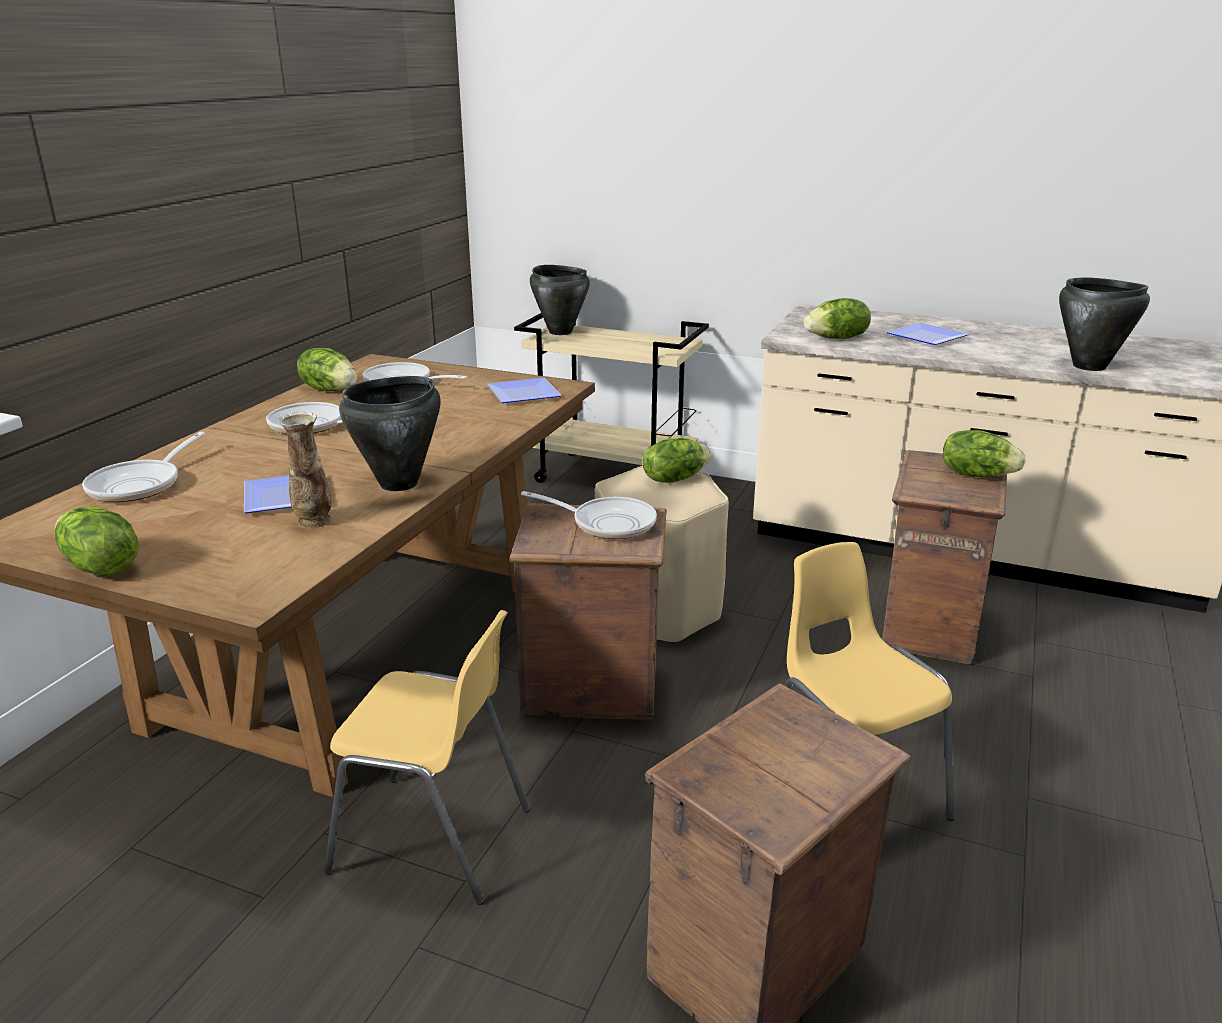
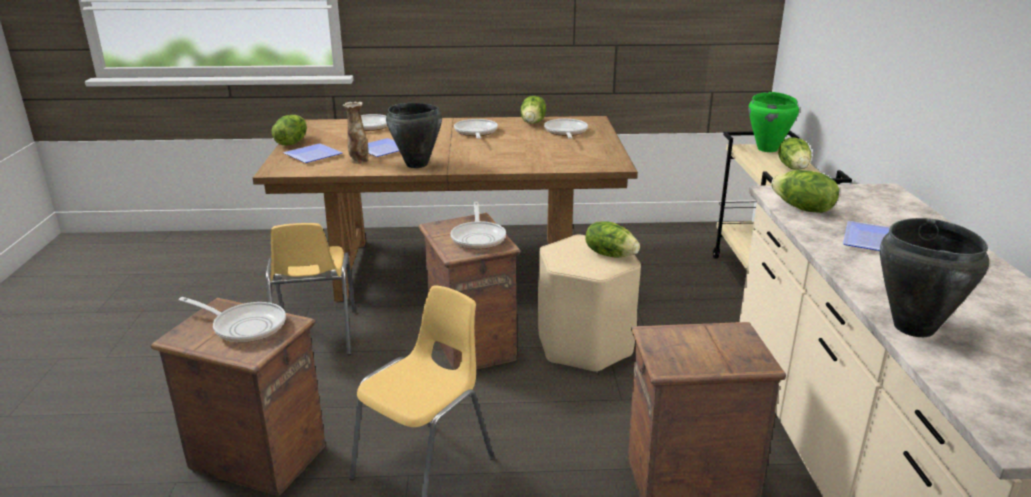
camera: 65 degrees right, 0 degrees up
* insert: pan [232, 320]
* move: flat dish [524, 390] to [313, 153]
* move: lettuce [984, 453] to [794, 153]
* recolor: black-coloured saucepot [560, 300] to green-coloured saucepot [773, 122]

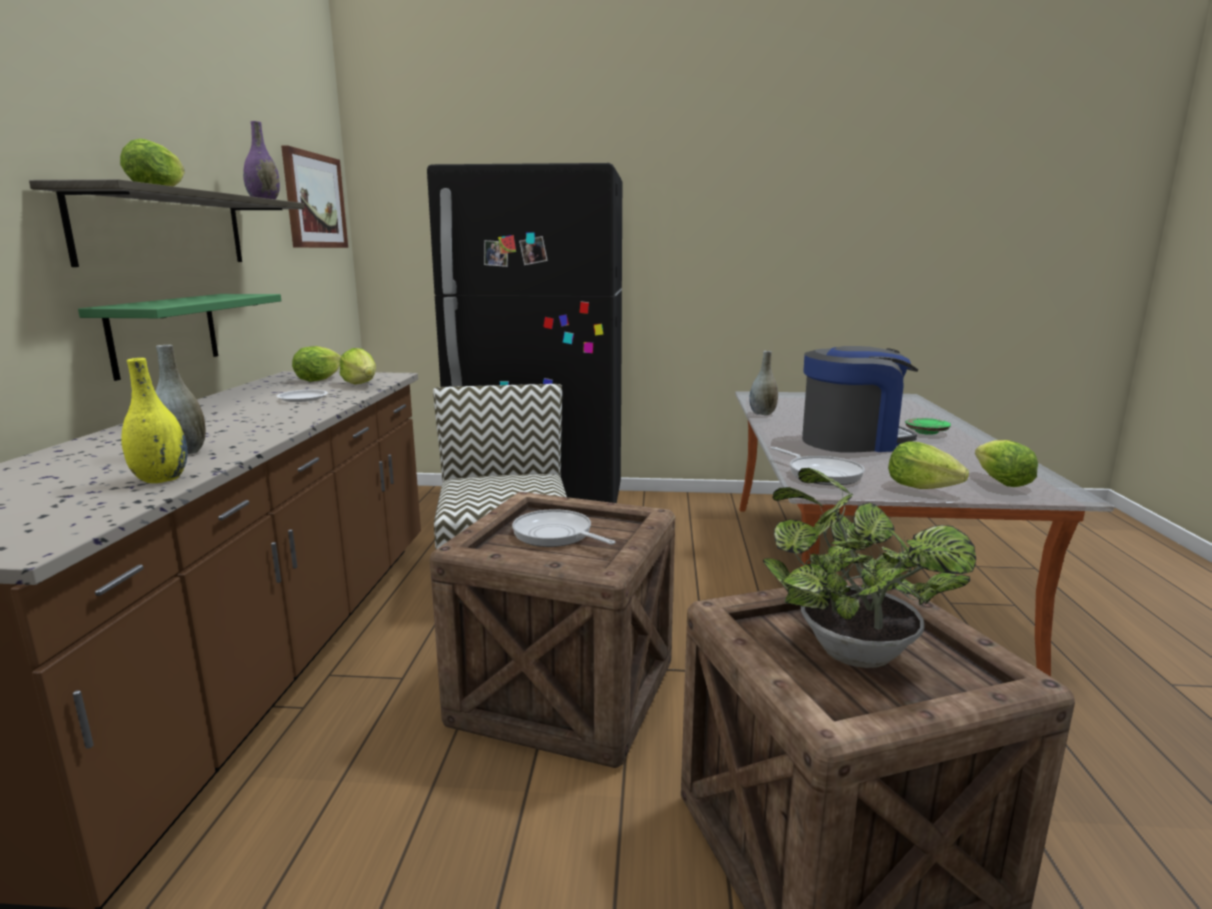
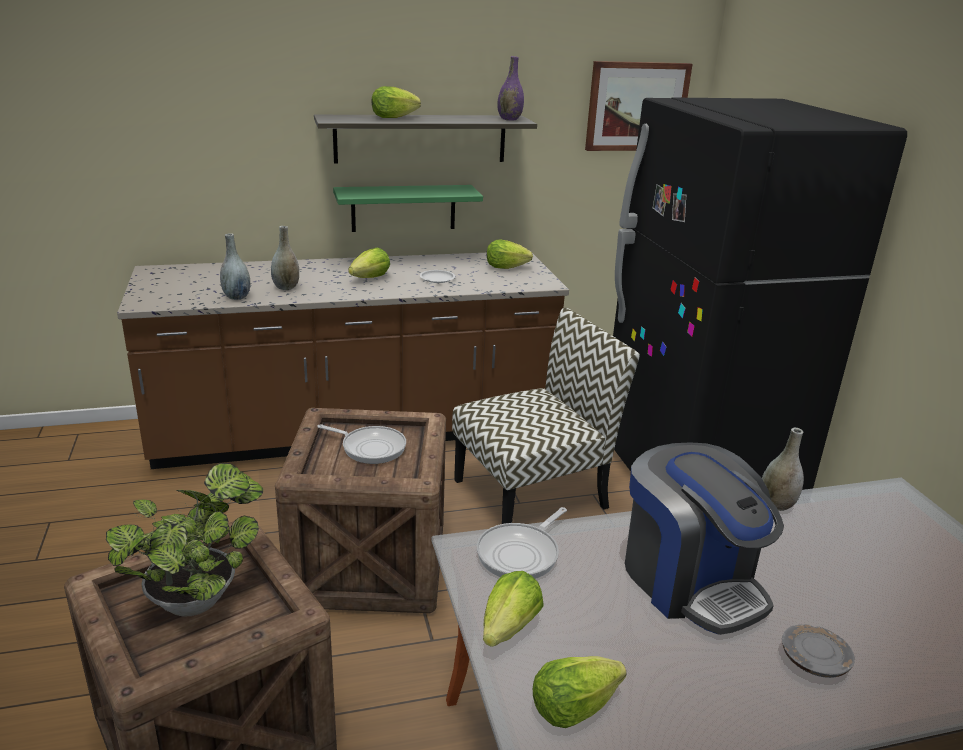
camera: 70 degrees right, 10 degrees up
* move: lettuce [358, 366] to [369, 262]
* recolor: yellowish decorative vase [154, 420] to greyish decorative vase [235, 266]
* recolor: green-coloured flat dish [928, 426] to greyish flat dish [818, 651]
* rotate: pan [564, 528] = [361, 444] 90 degrees clockwise

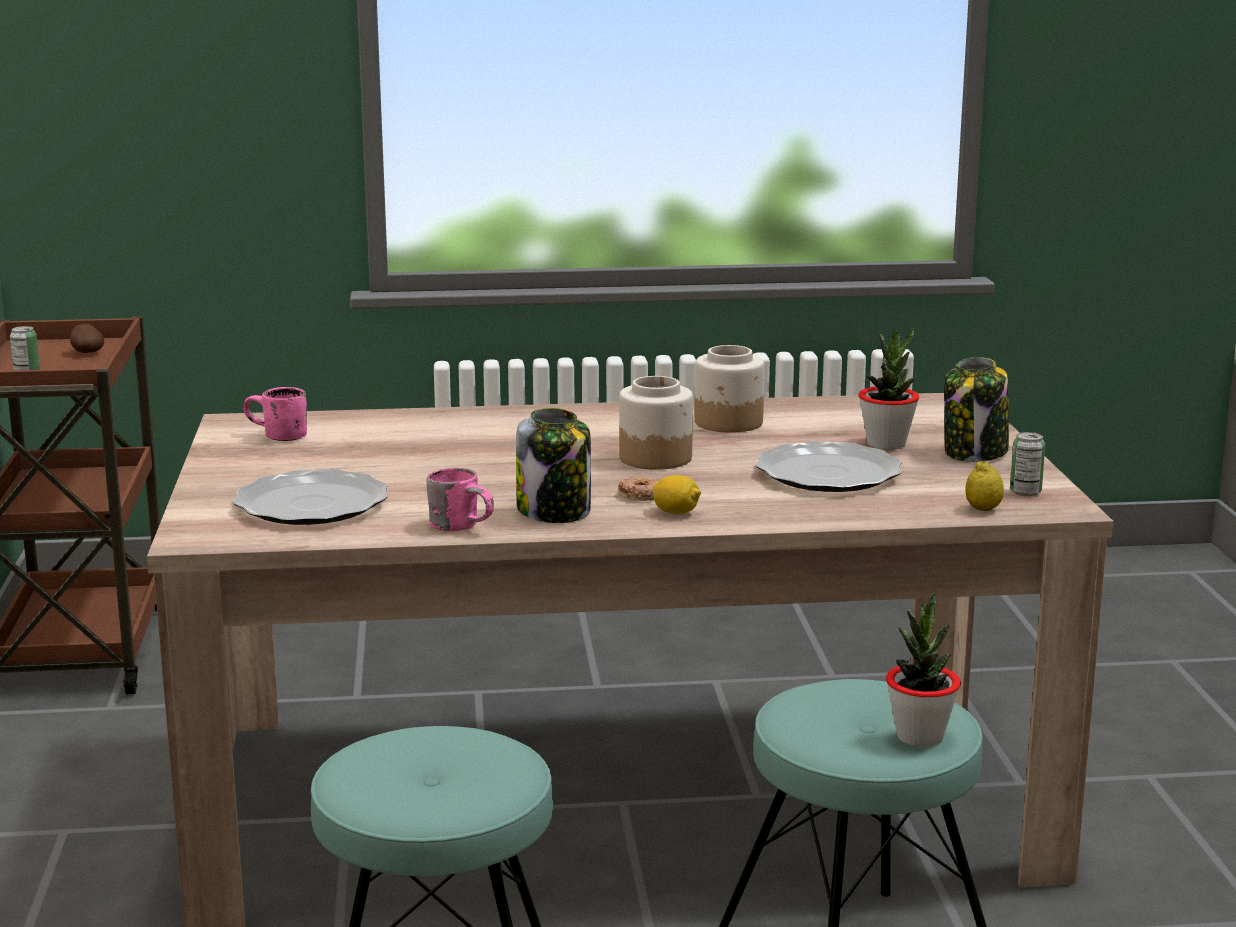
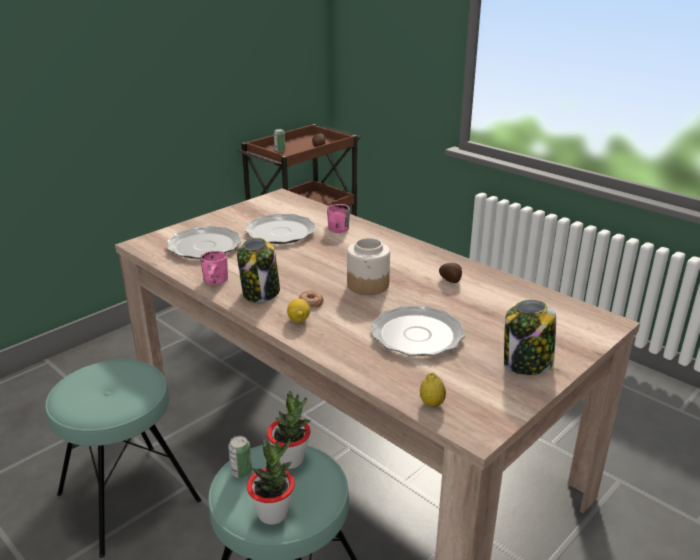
camera: 50 degrees right, 10 degrees up
* insert: flat dish [280, 229]
* move: pink tea mug [275, 414] to [338, 218]
* move: houseplant [889, 389] to [288, 429]
* move: can [1027, 464] to [240, 457]
* replace: storage jar [730, 389] to potato [450, 273]

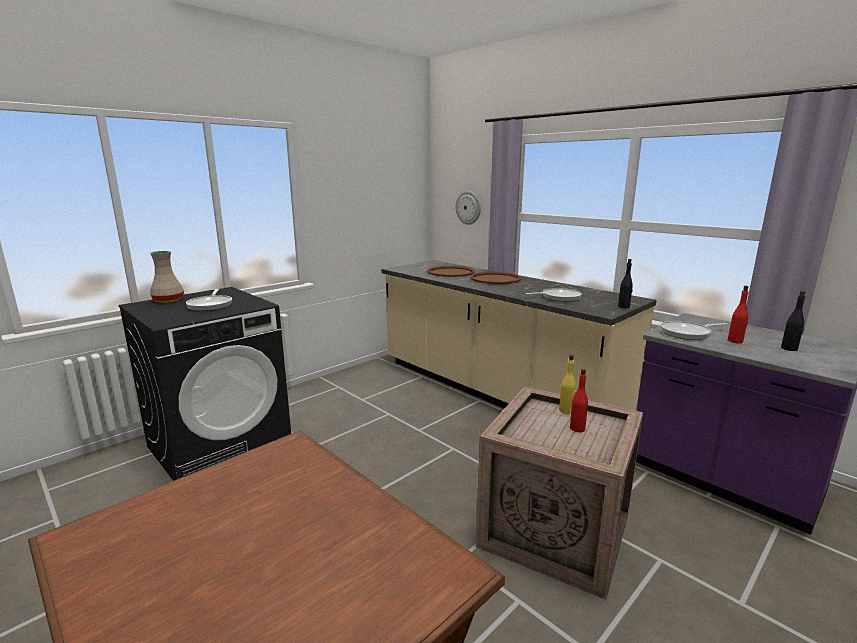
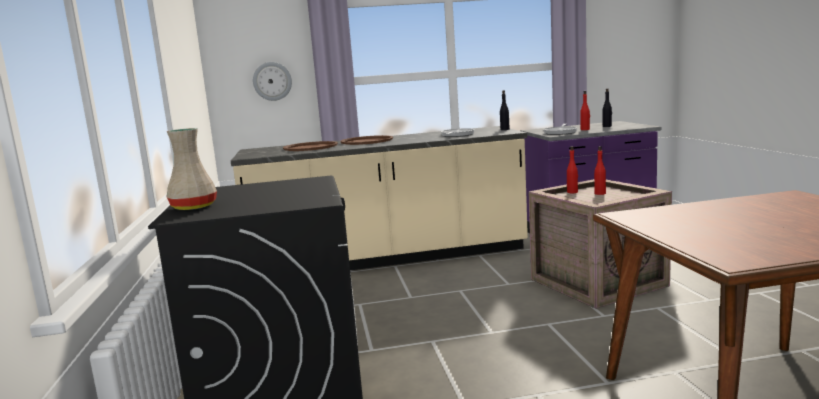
camera: 55 degrees left, 5 degrees down
* delete: pan [209, 300]
* recolor: yellowish beverage bottle [567, 384] to red-coloured beverage bottle [572, 169]

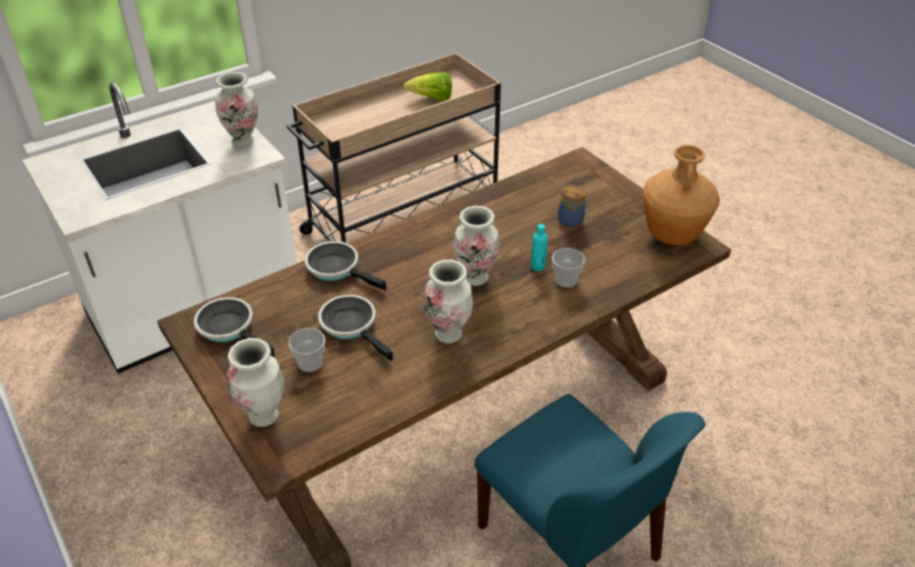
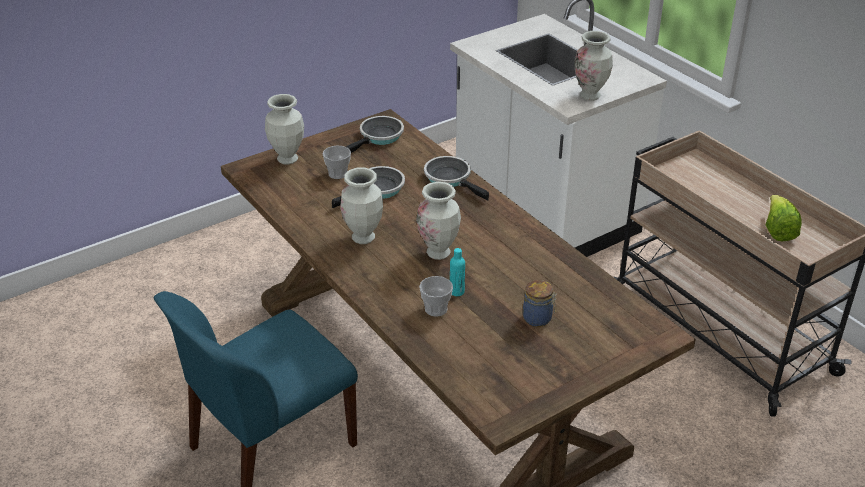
camera: 90 degrees right, 5 degrees down
* delete: brownish decorative vase [681, 195]
* rotate: pan [345, 265] = [456, 178] 75 degrees counterclockwise

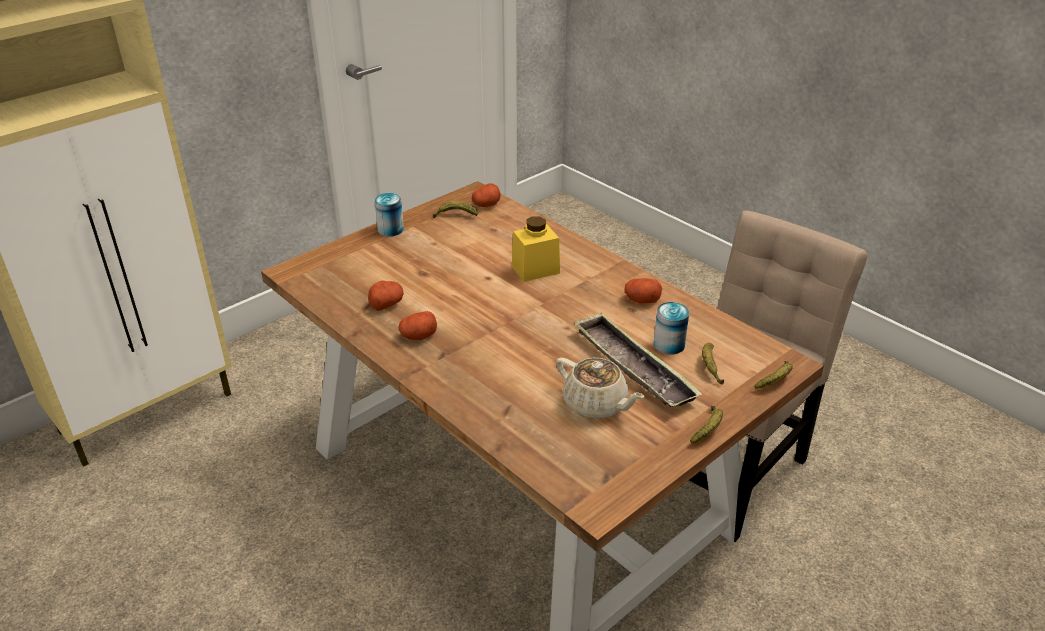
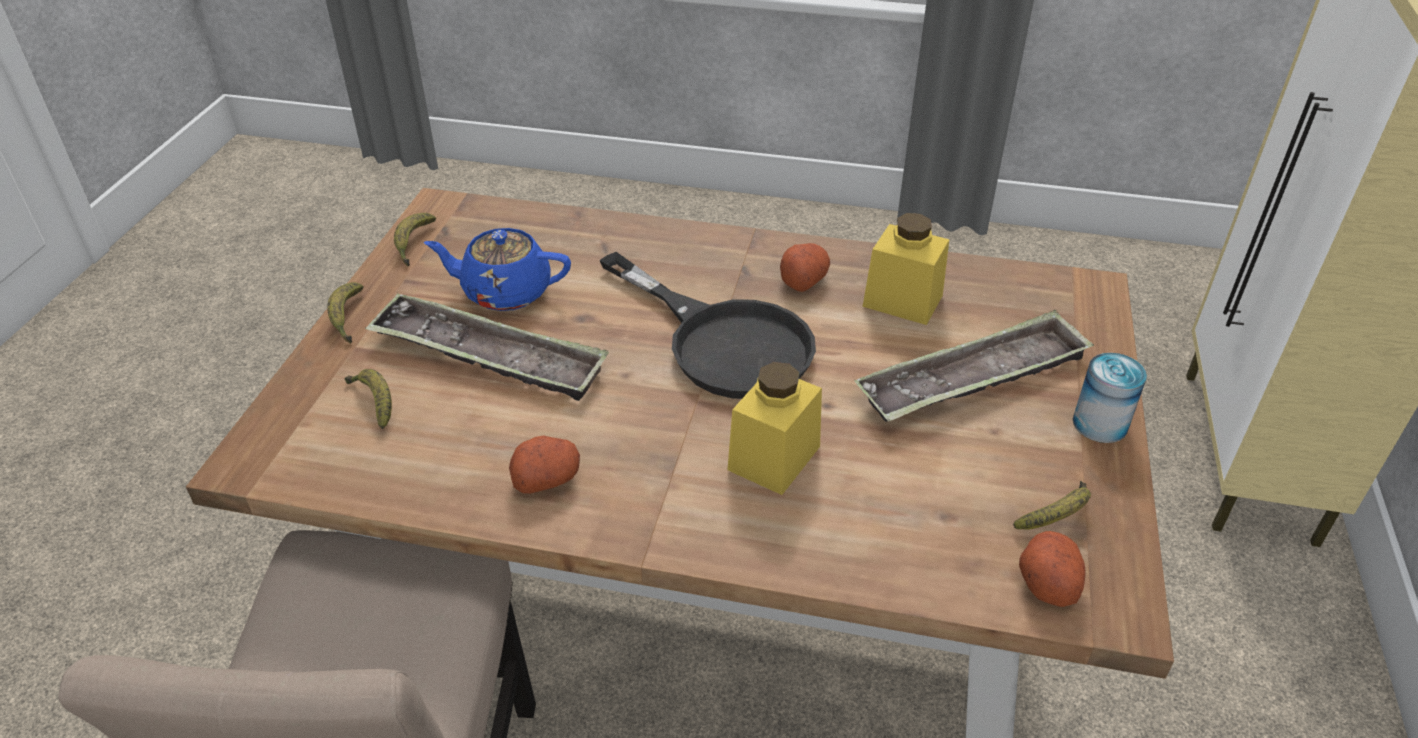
camera: 145 degrees right, 5 degrees up
* delete: can [671, 328]
* insert: black-coloured pan [708, 325]
* insert: carrying tray [974, 366]
* move: banana [773, 375] to [415, 239]
* replace: potato [386, 296] to yellowish storage jar [905, 269]
* recolor: beige teapot [600, 388] to blue teapot [497, 269]

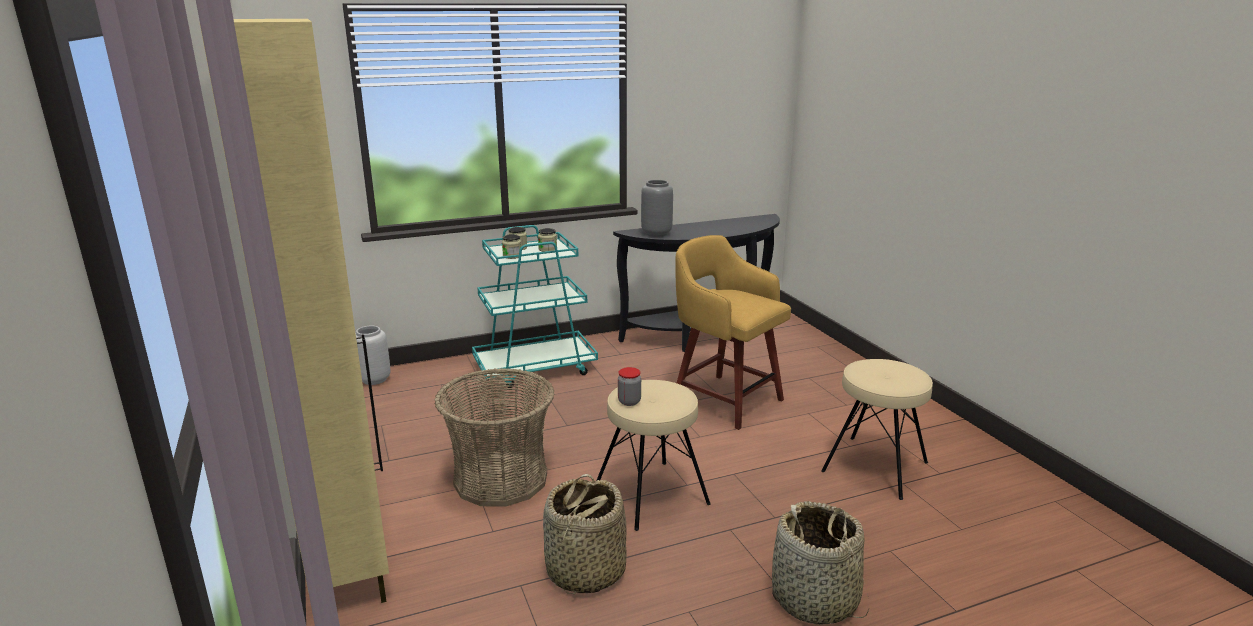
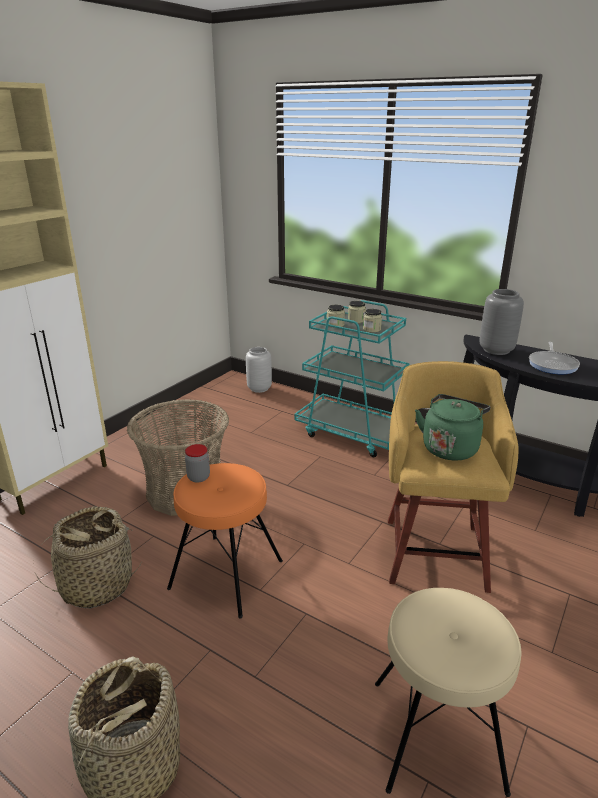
camera: 55 degrees right, 5 degrees up
* insert: green-coloured water kettle [452, 427]
* insert: pan [554, 358]
* recolor: beige stool [653, 455] to orange-coloured stool [225, 540]

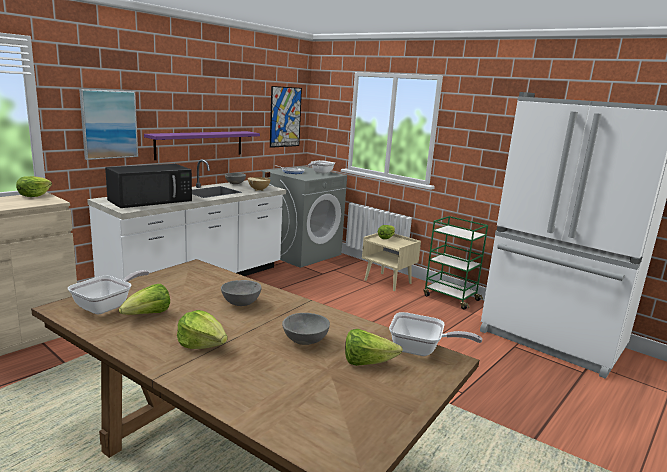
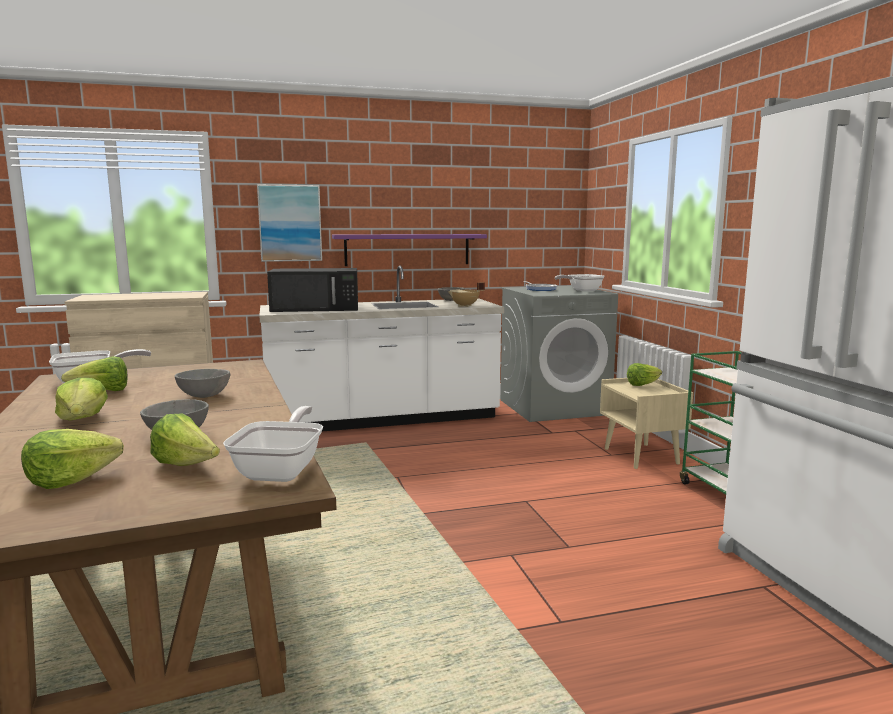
camera: 35 degrees right, 5 degrees down
* delete: picture [286, 117]
* move: lettuce [34, 186] to [72, 459]
* rotate: pan [435, 334] = [273, 444] 135 degrees counterclockwise

